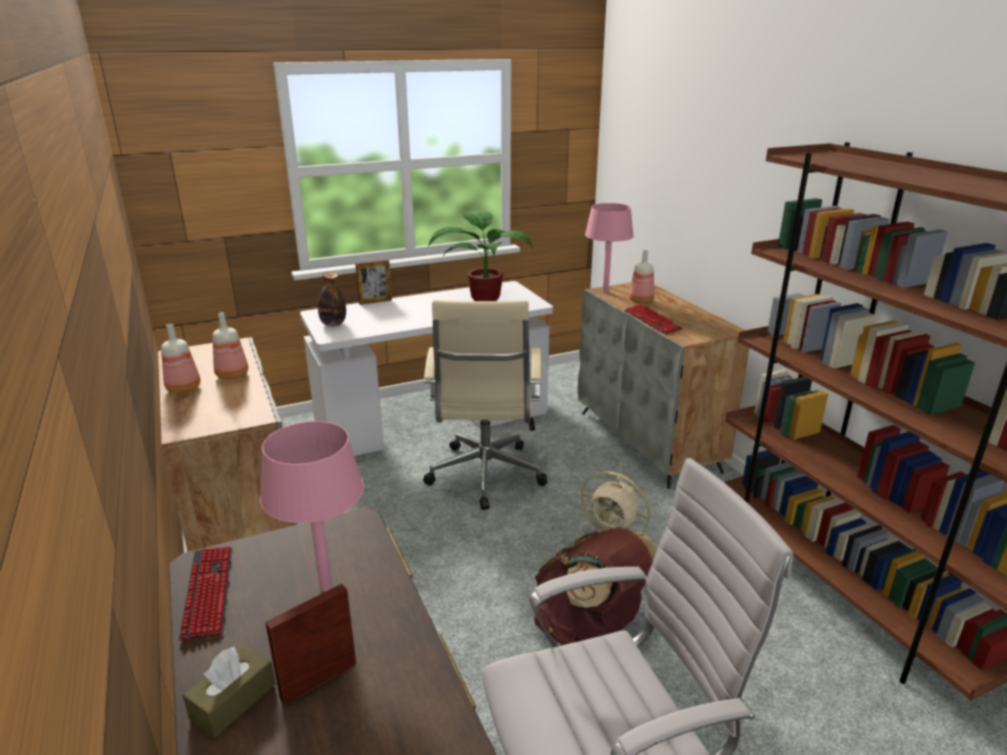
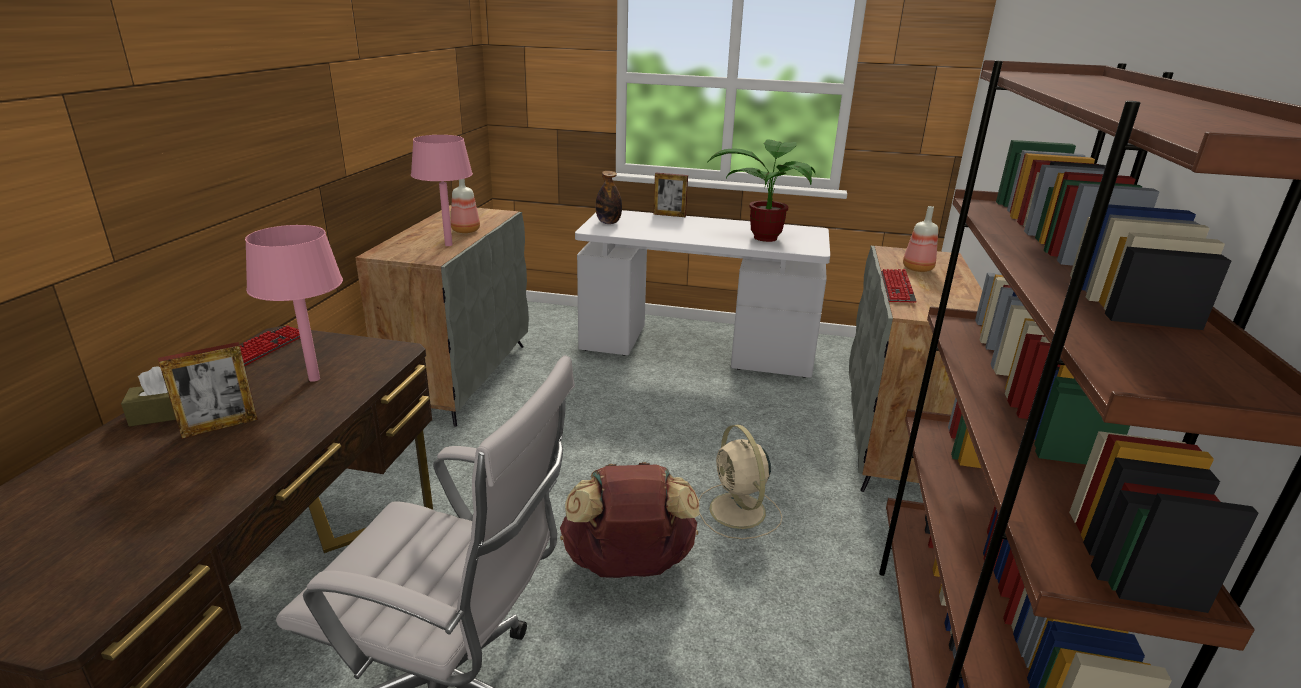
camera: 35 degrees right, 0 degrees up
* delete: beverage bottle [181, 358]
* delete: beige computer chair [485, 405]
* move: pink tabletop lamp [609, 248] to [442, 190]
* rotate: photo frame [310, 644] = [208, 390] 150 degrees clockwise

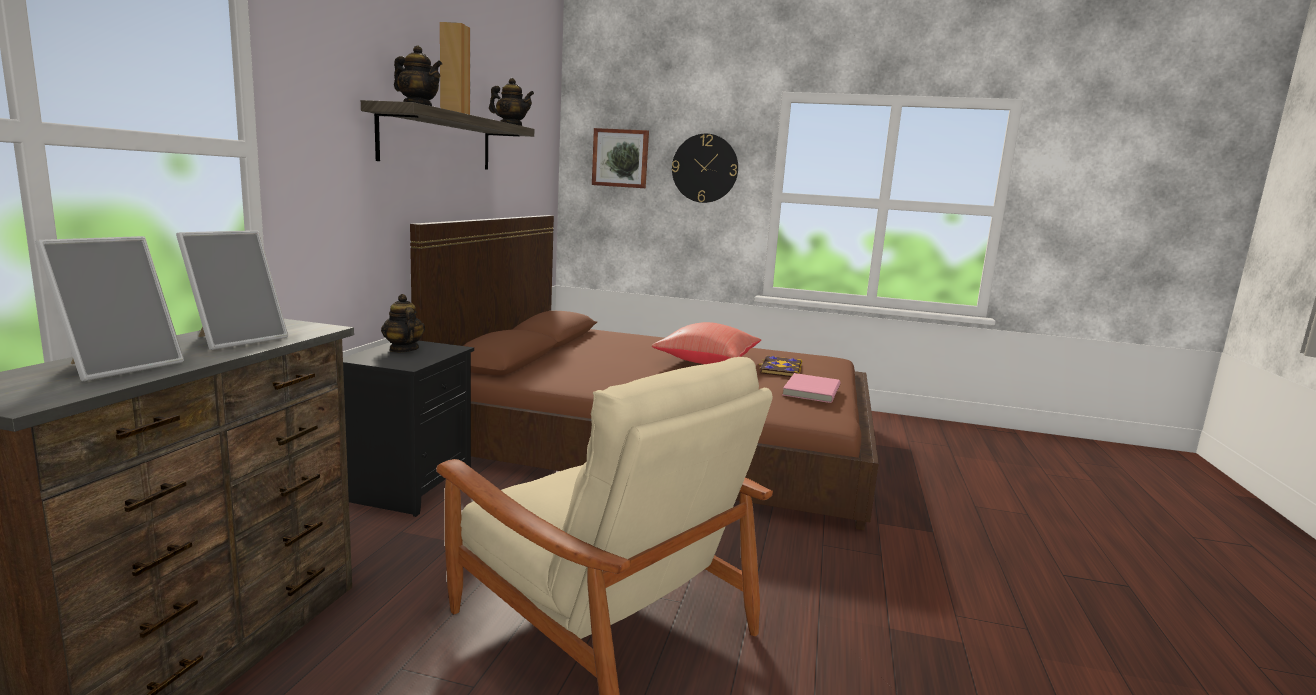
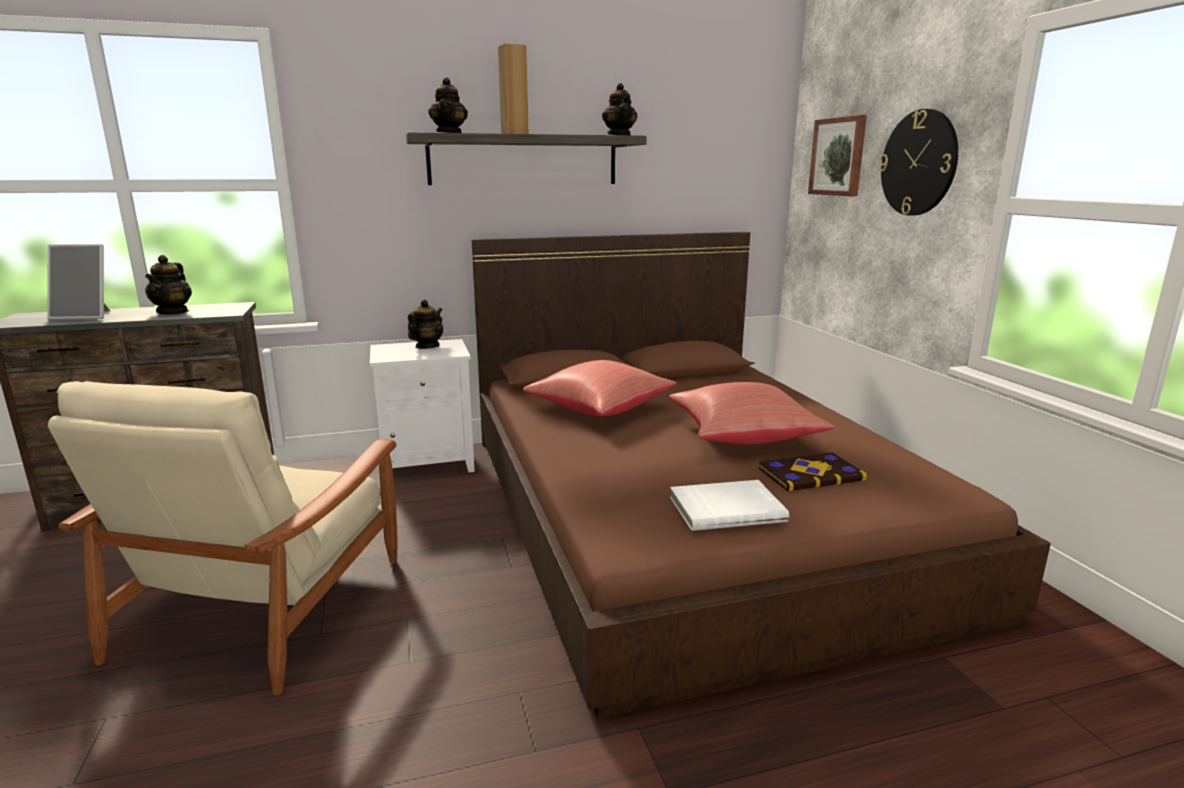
camera: 60 degrees right, 5 degrees up
* insert: red-coloured pillow [599, 388]
* replace: photo frame [232, 290] to teapot [168, 285]
* recolor: black-coloured night table [408, 428] to white night table [422, 406]
* recolor: pink bound book [811, 388] to white bound book [729, 505]

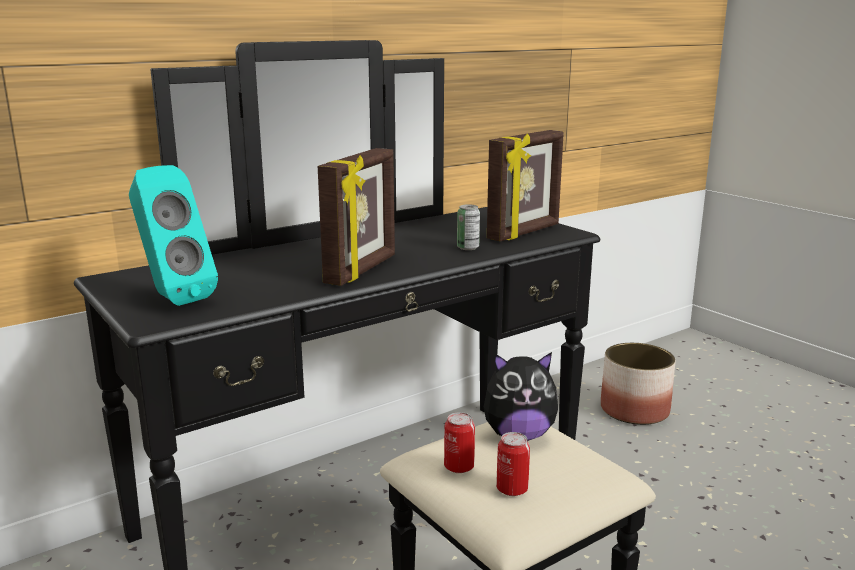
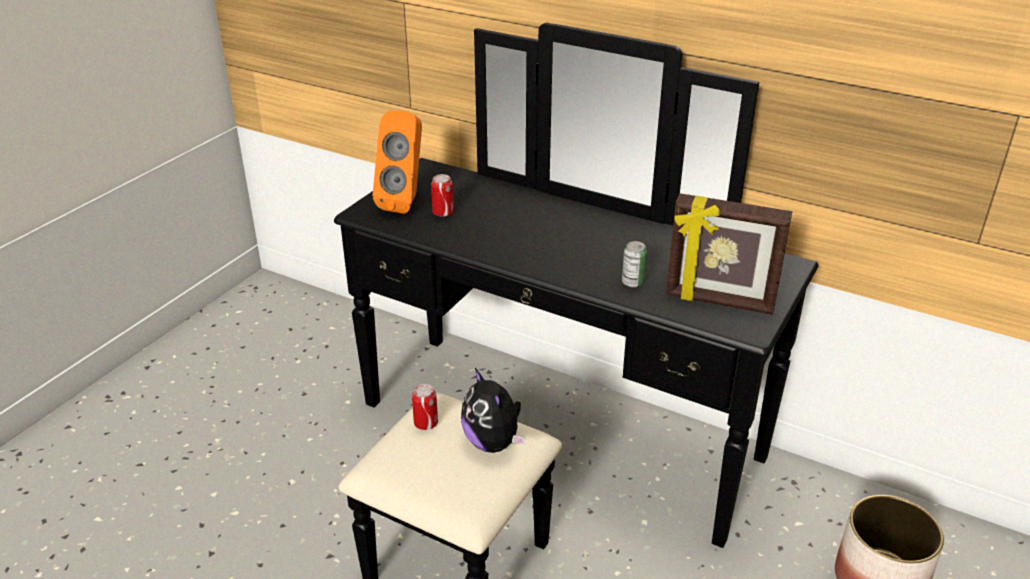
camera: 65 degrees right, 15 degrees up
* delete: photo frame [356, 217]
* move: can [513, 464] to [442, 195]
* recolor: turquoise loudspeaker [173, 235] to orange-coloured loudspeaker [397, 162]

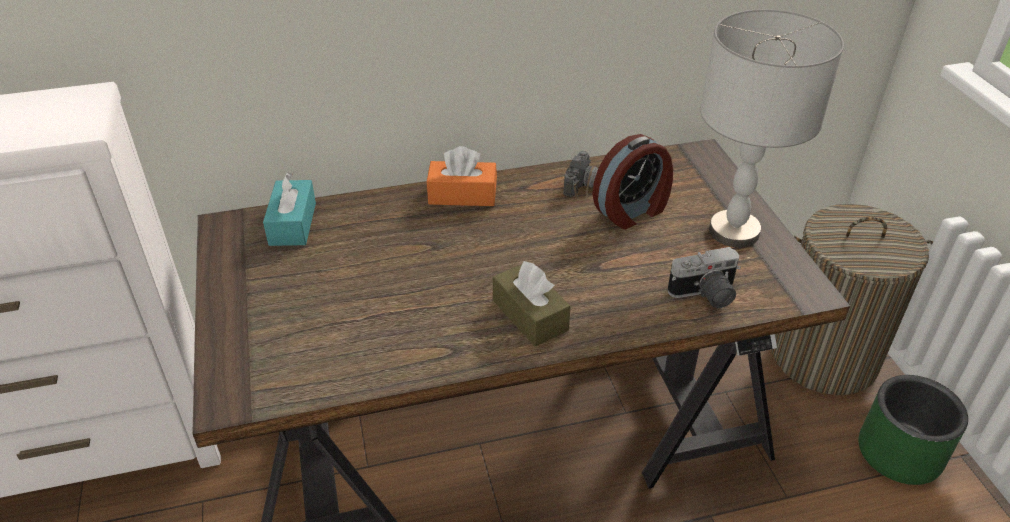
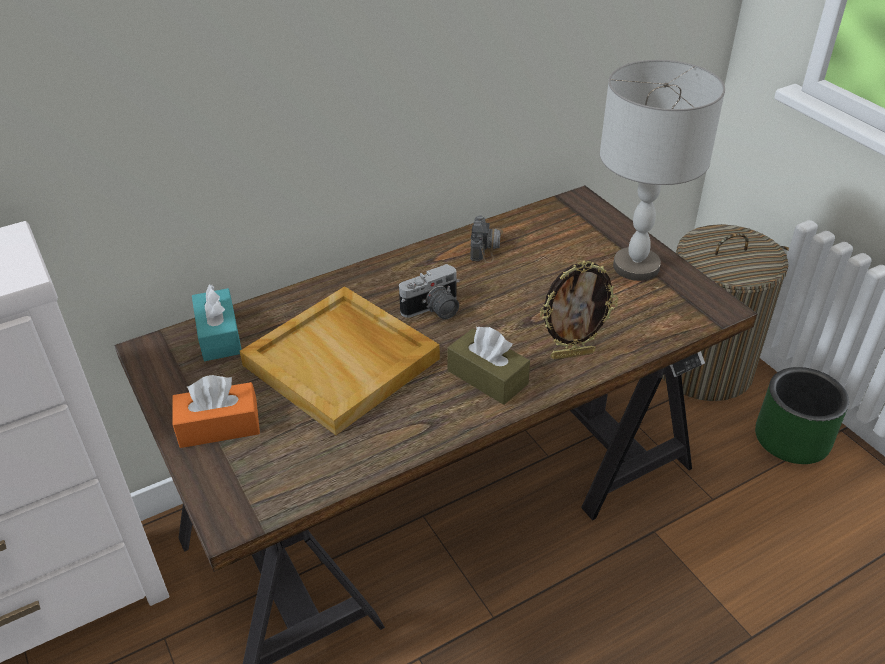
camera: 15 degrees left, 0 degrees up
* delete: bedside clock [632, 181]
* insert: beige carrying tray [340, 360]
* insert: photo frame [579, 309]
* move: orange-coloured tissue box [462, 176] to [216, 411]
* move: still camera [704, 277] to [429, 291]

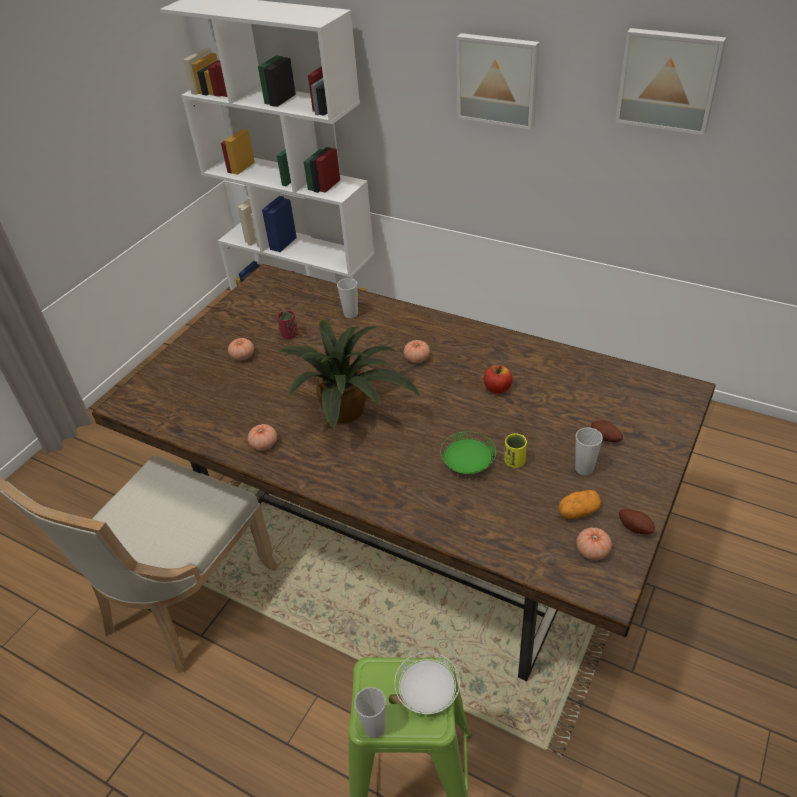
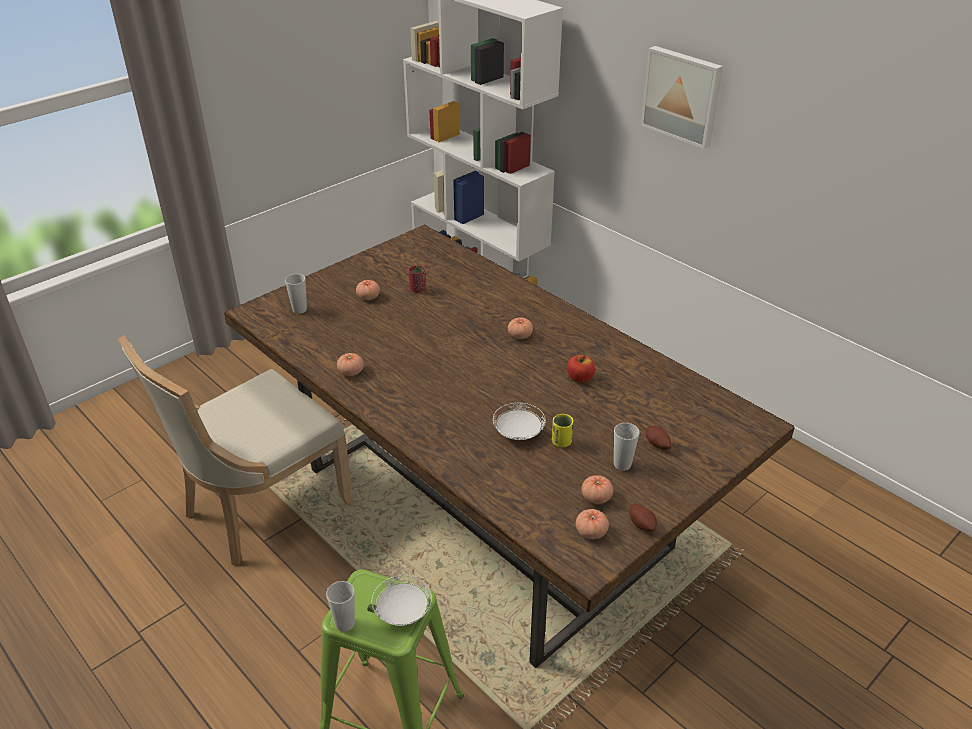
camera: 15 degrees right, 5 degrees down
* delete: houseplant [348, 374]
* delete: picture [670, 81]
* move: cup [347, 298] to [296, 294]
* replace: potato [579, 504] to whole tomato [597, 489]
* recolor: green-coloured flat dish [468, 453] to white flat dish [519, 421]

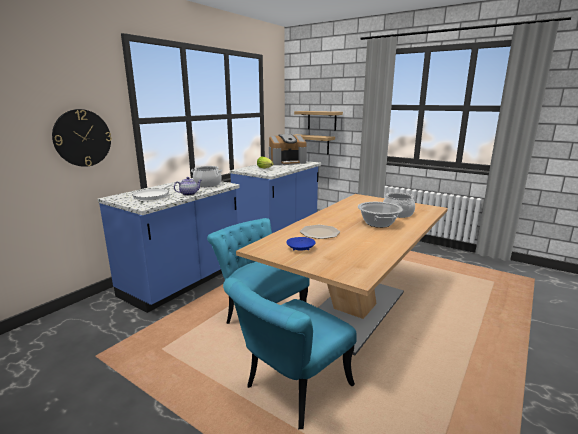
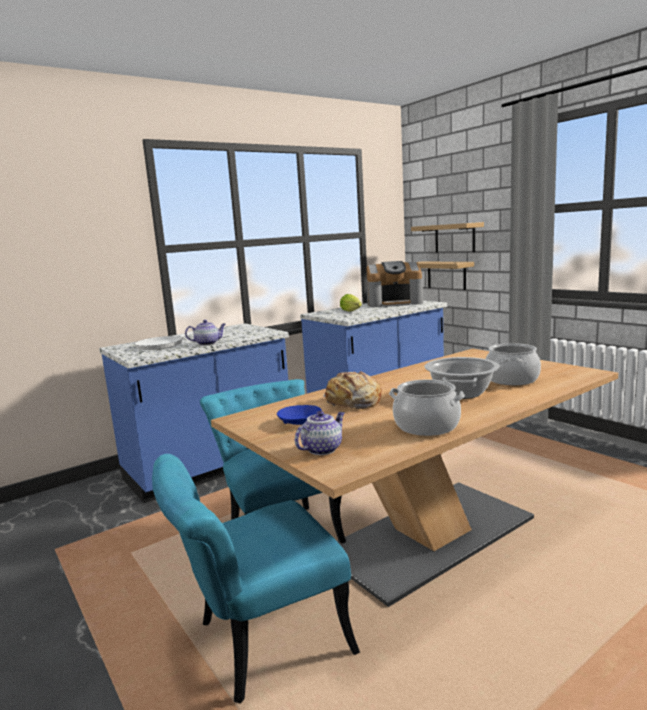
camera: 20 degrees right, 5 degrees down
* delete: hanging clock [82, 138]
* insert: teapot [320, 433]
* move: saucepot [206, 176] to [427, 407]
* replace: flat dish [320, 232] to bakery bread [352, 390]

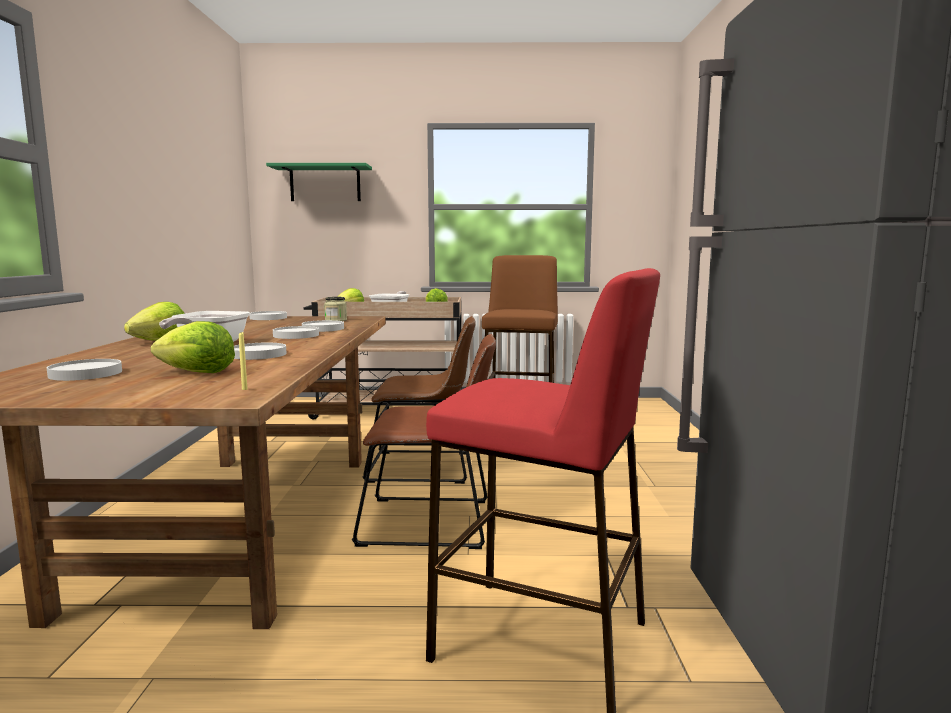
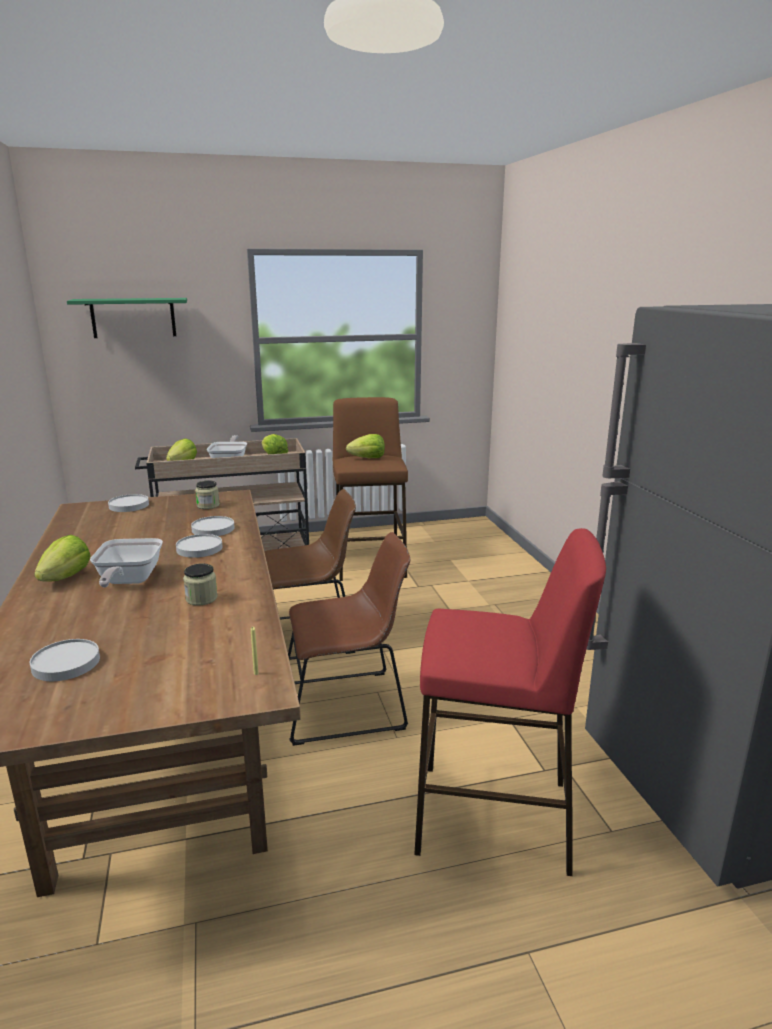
camera: 15 degrees left, 10 degrees up
* move: lettuce [193, 347] to [365, 446]
* replace: white flat dish [260, 351] to storage jar [200, 584]

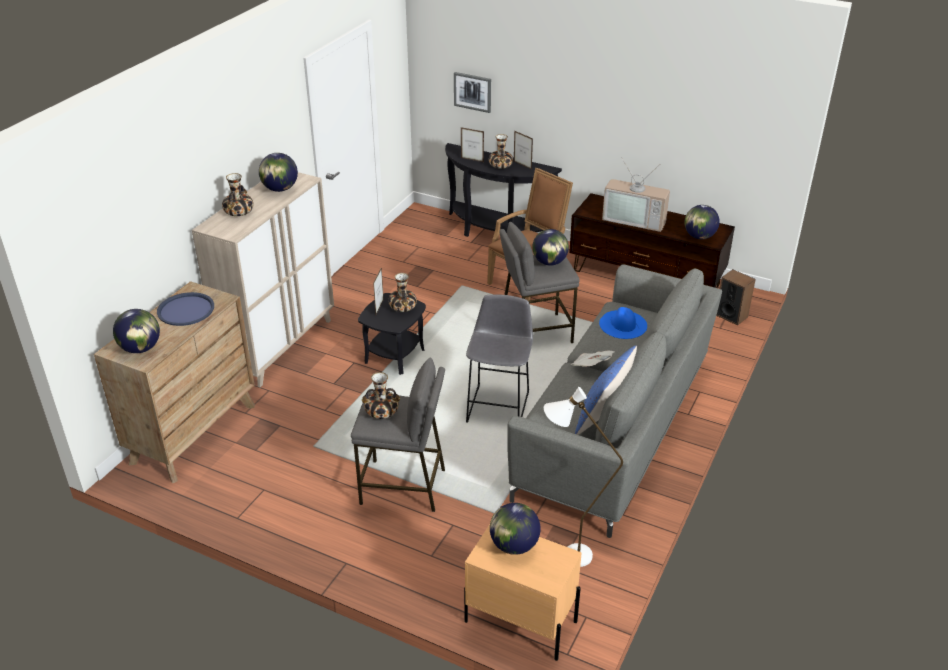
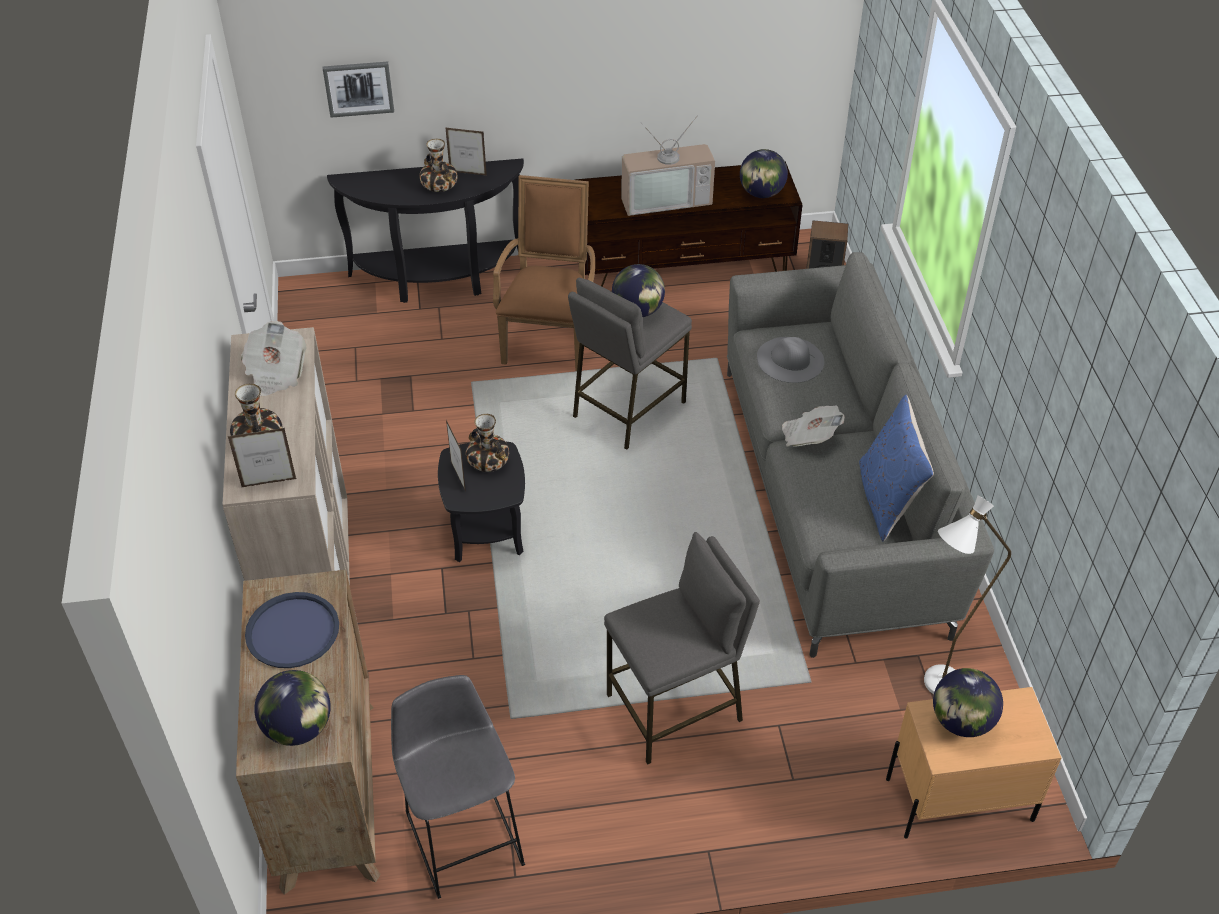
camera: 35 degrees left, 10 degrees up
* delete: decorative vase [381, 395]
* move: photo frame [472, 144] to [262, 457]
* move: greyish stool [499, 359] to [458, 787]
* replace: world globe [278, 172] to daily paper [274, 358]
* recolor: blue hat [623, 323] to greyish hat [790, 360]

